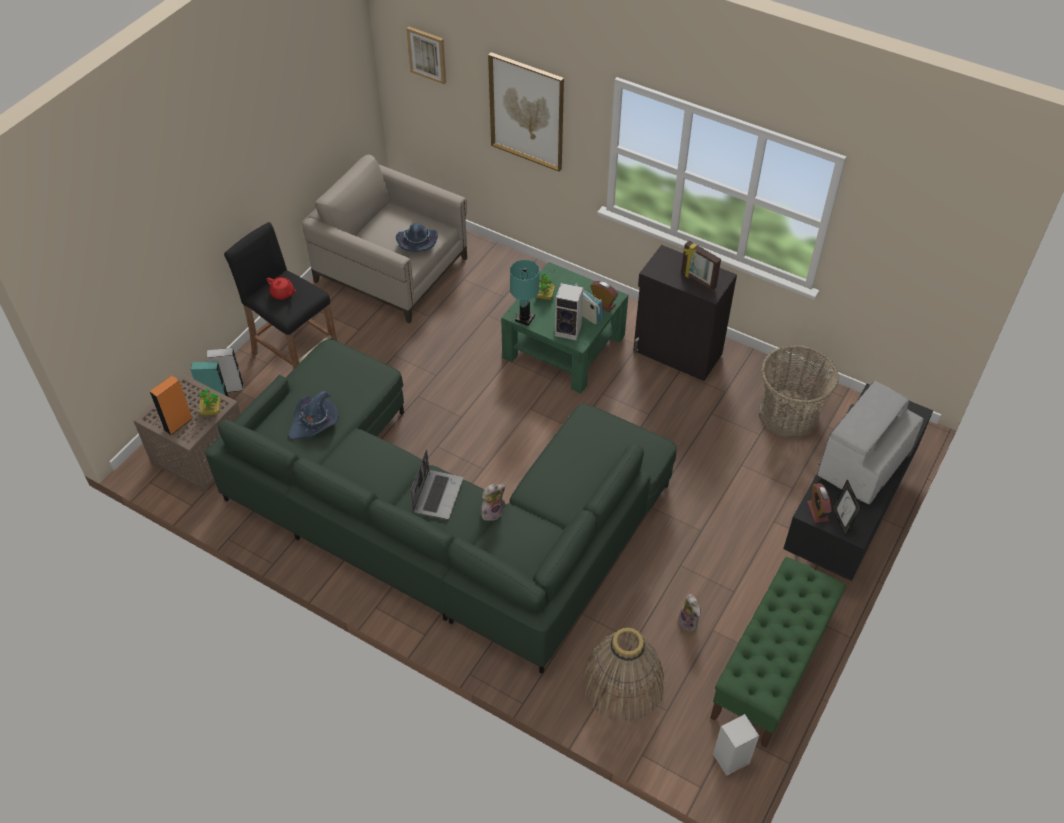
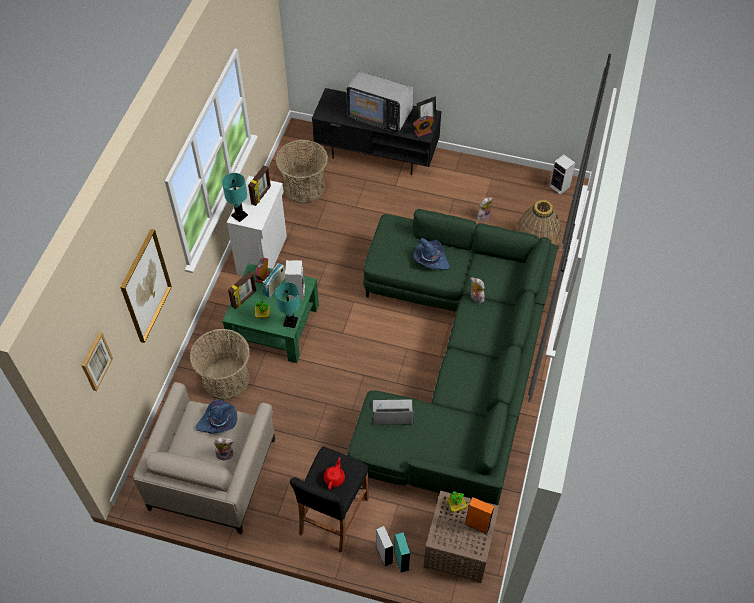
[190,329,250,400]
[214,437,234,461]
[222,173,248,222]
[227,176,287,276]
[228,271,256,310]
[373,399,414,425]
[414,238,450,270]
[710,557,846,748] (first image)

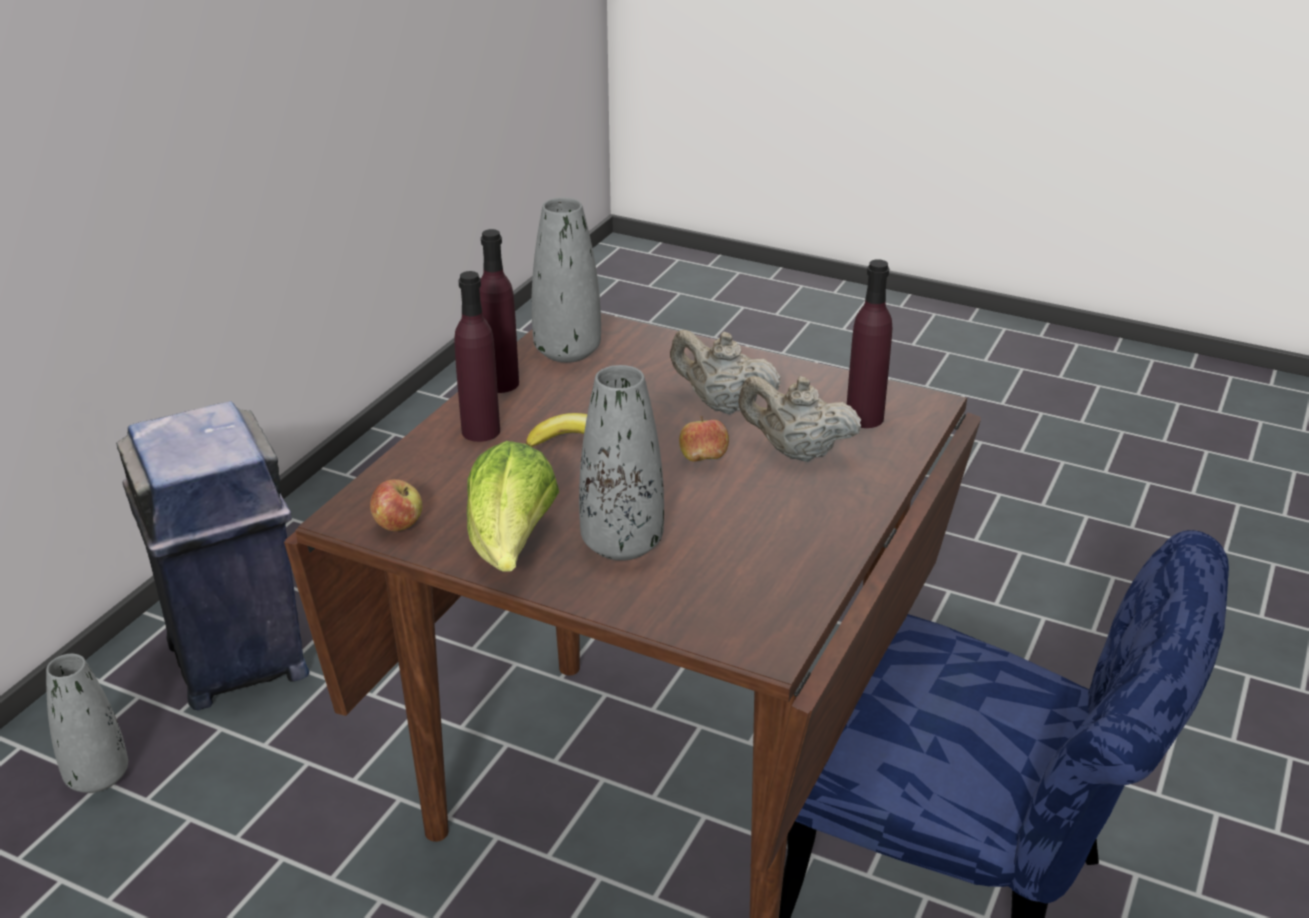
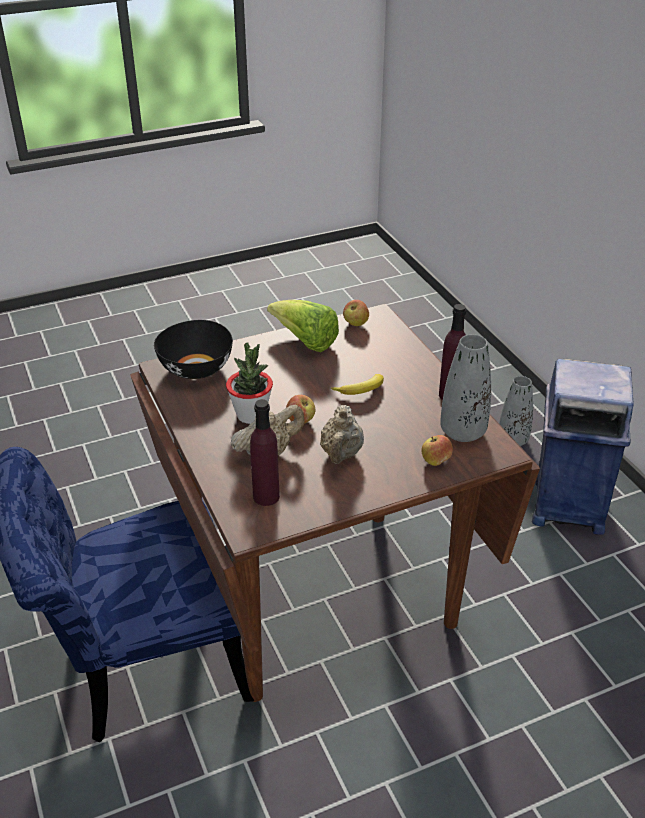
[154,320,233,379]
[226,343,273,424]
[320,405,364,464]
[421,435,453,466]
[454,271,500,442] (first image)
[579,365,664,561] (first image)

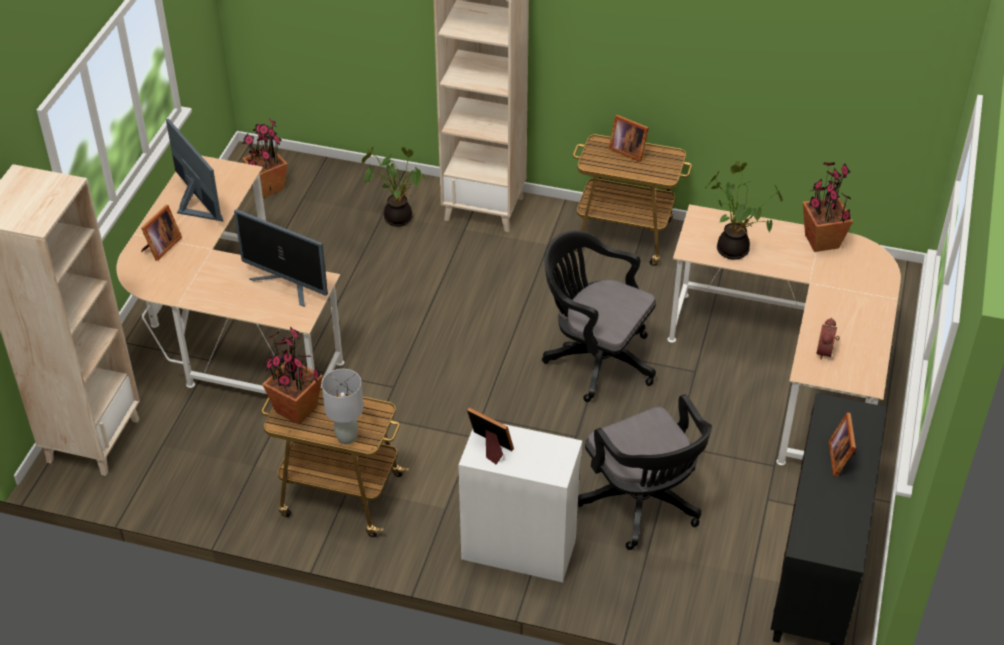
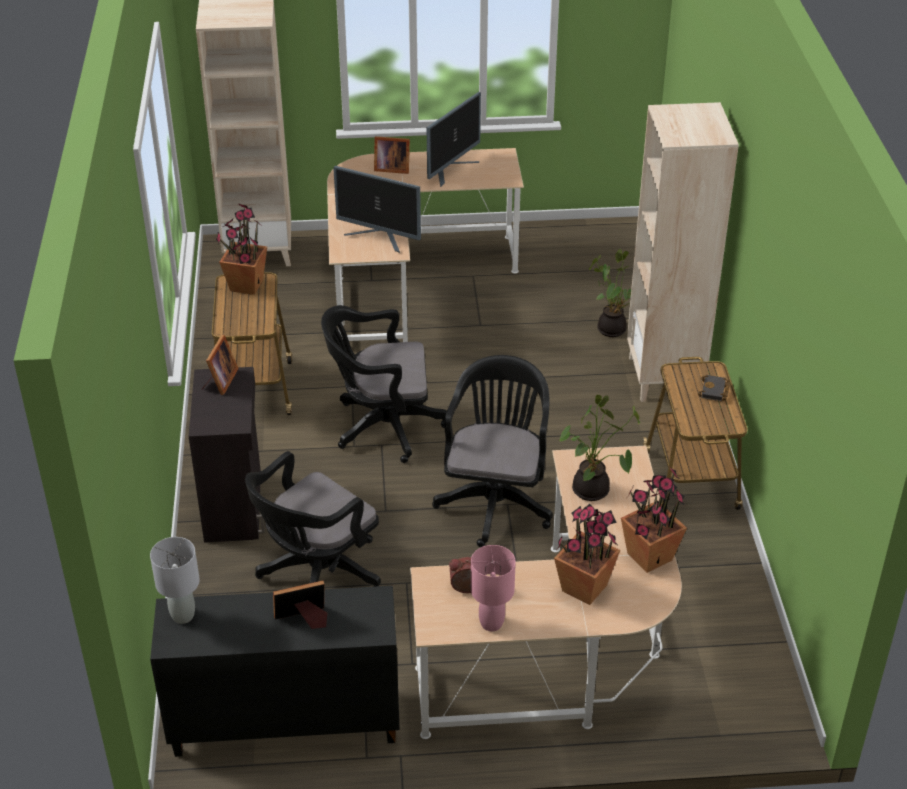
[150,537,200,624]
[189,367,265,543]
[321,305,447,463]
[333,166,421,253]
[471,545,516,631]
[554,503,620,605]
[698,375,730,401]

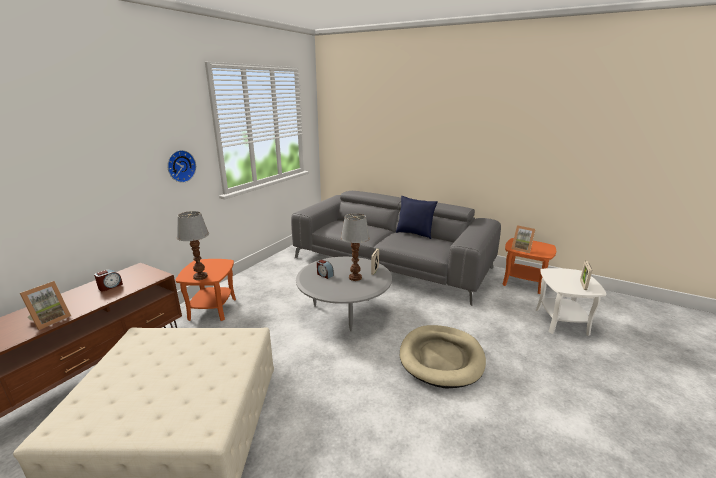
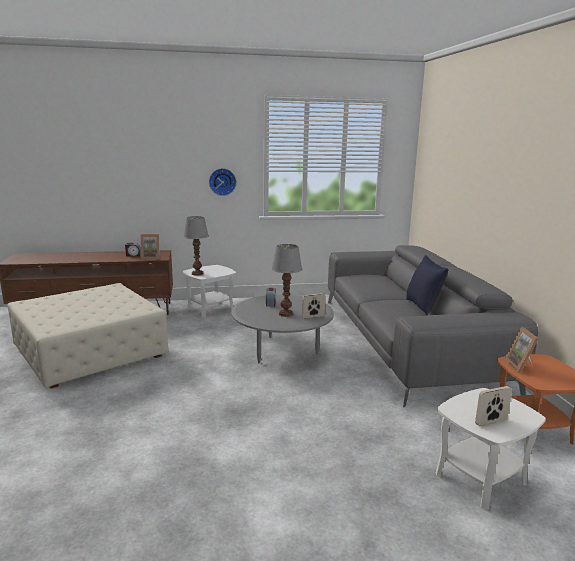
[141,234,160,260]
[183,265,236,318]
[400,325,486,389] (first image)

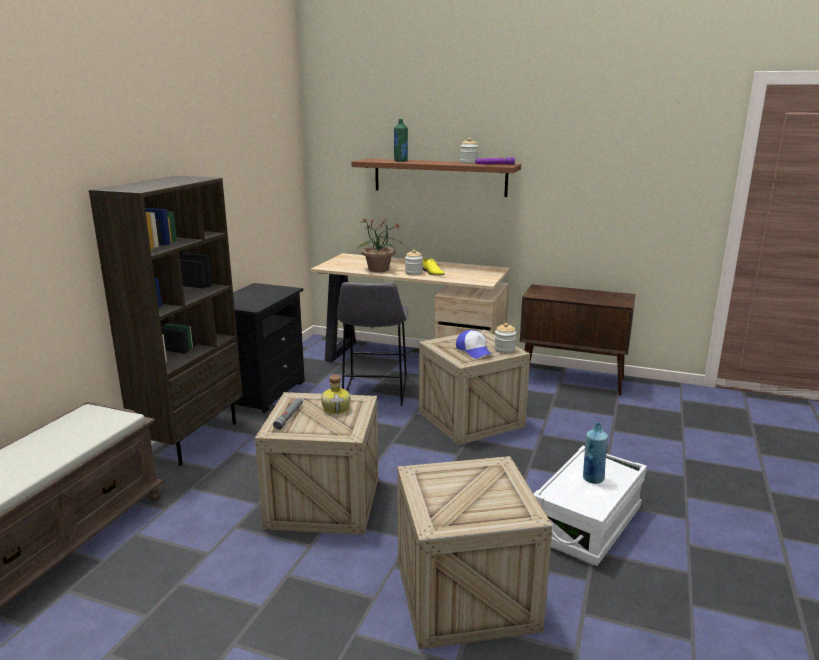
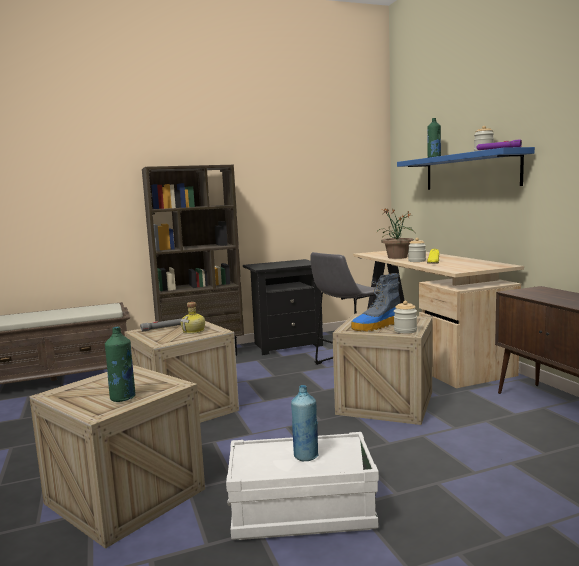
[105,327,135,402]
[351,273,400,331]
[397,147,535,190]

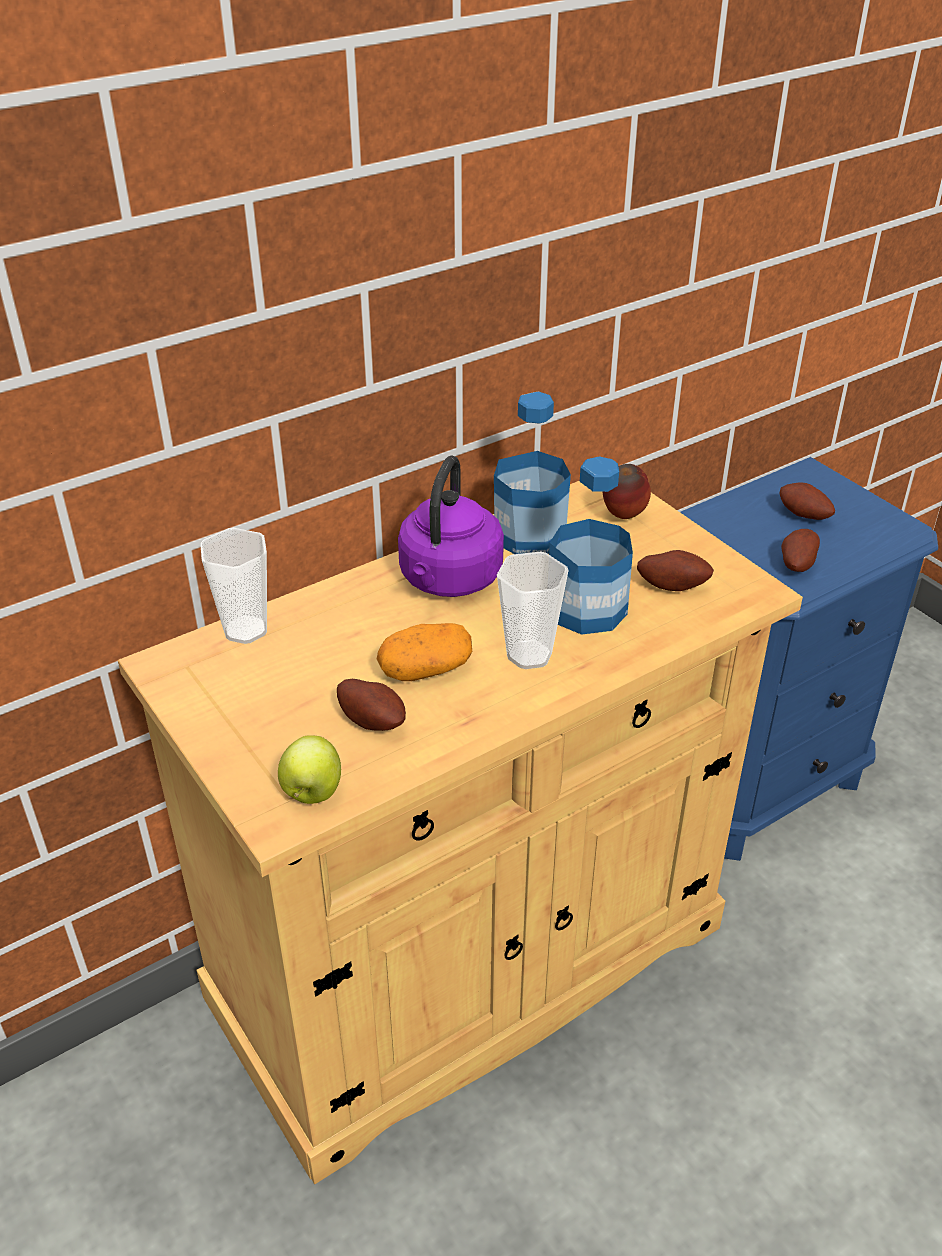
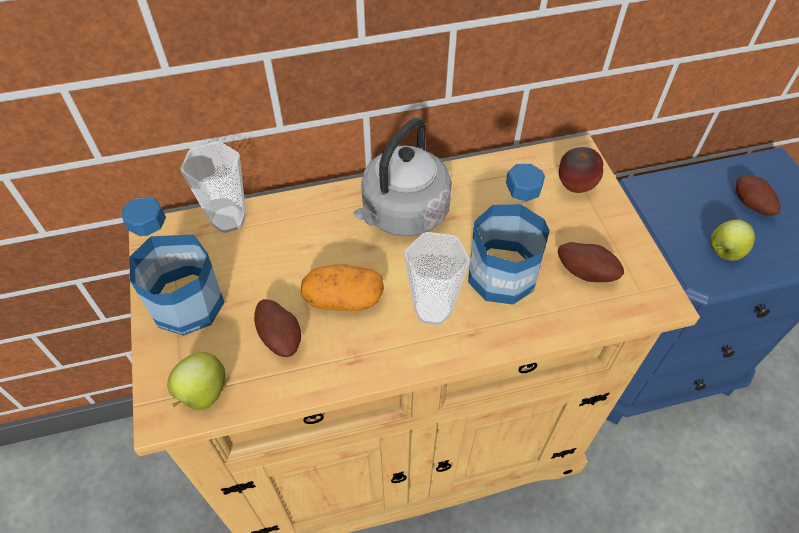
[122,198,224,336]
[353,118,452,237]
[711,220,755,261]

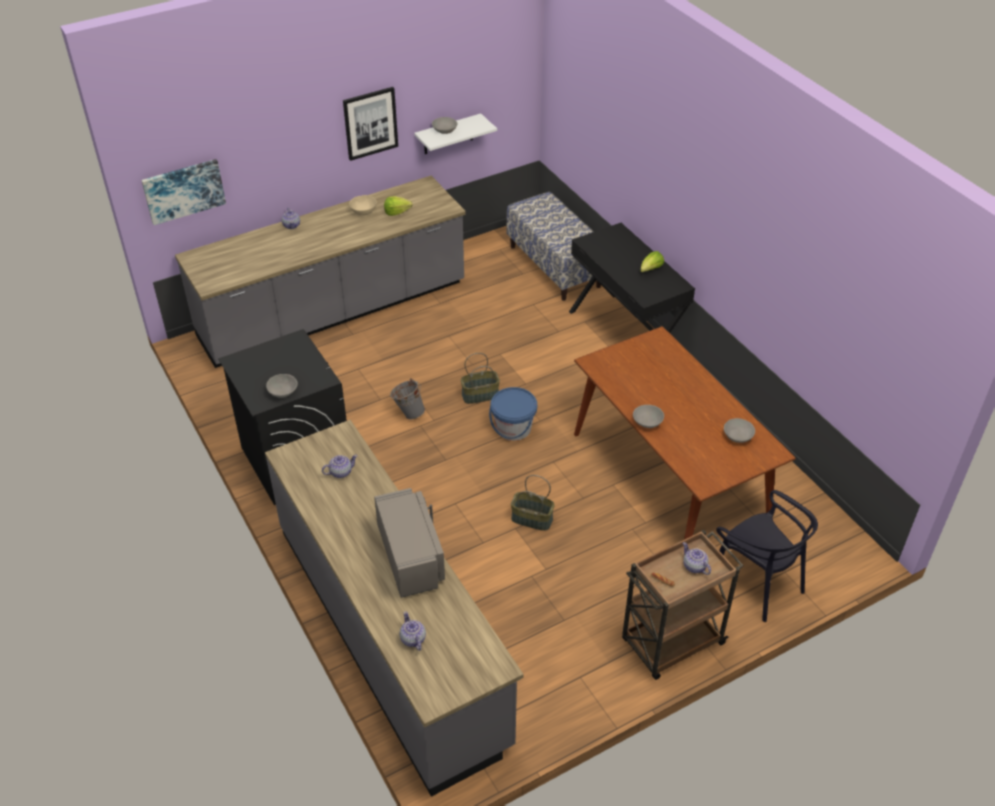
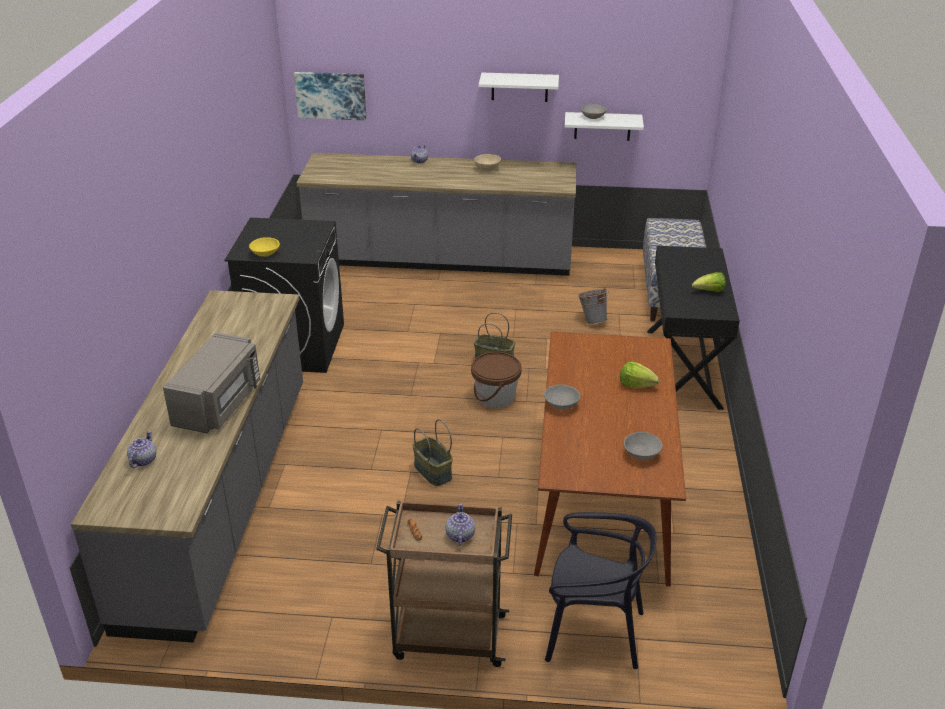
[249,237,280,257]
[471,352,522,408]
[479,73,559,102]
[545,512,656,669]
[578,287,609,324]
[620,362,660,388]
[322,455,358,478] (first image)

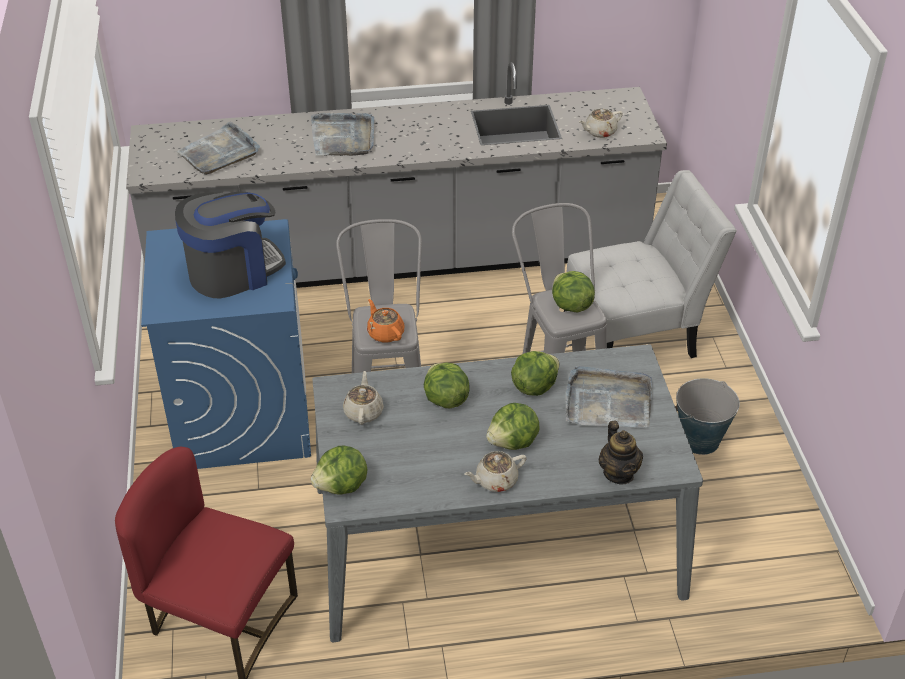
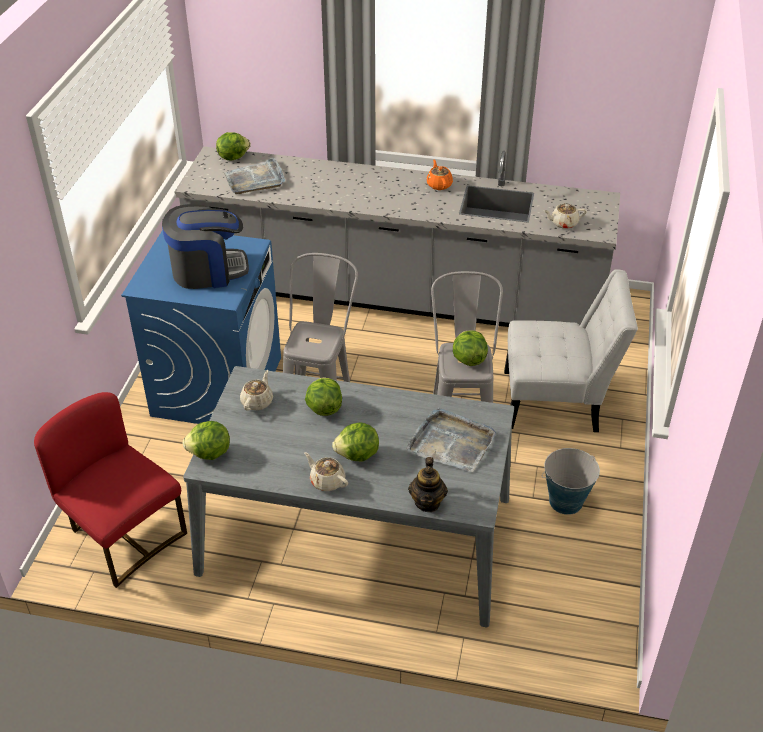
[216,132,251,161]
[304,452,348,491]
[426,160,453,190]
[311,113,374,156] (first image)

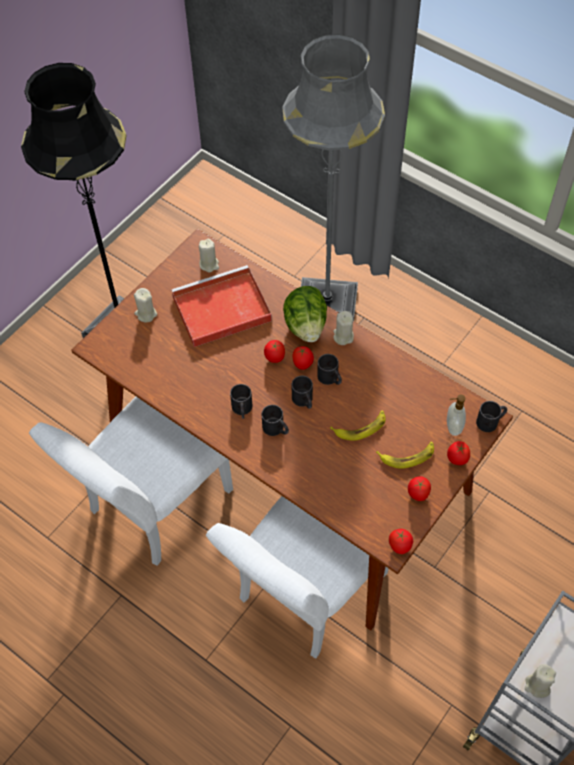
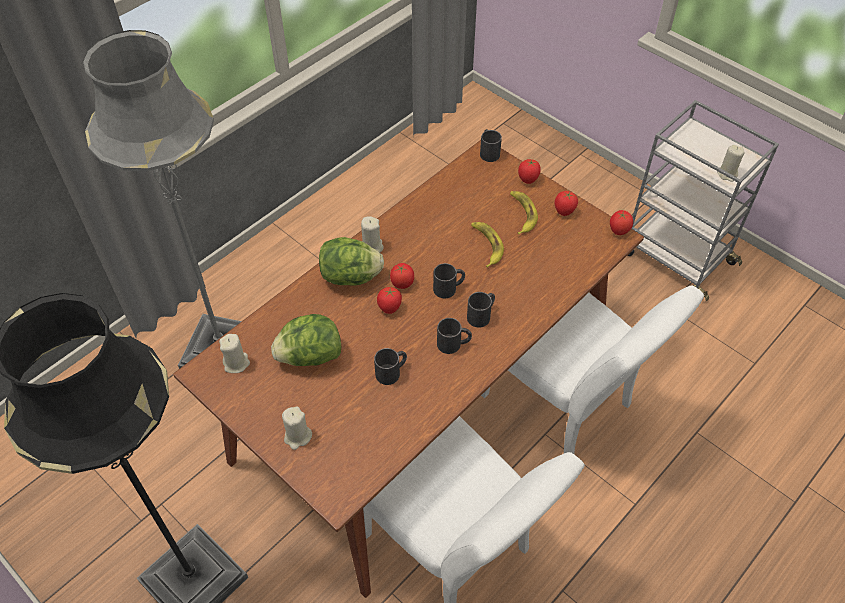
[271,314,341,366]
[374,348,407,385]
[447,395,466,436] (first image)

